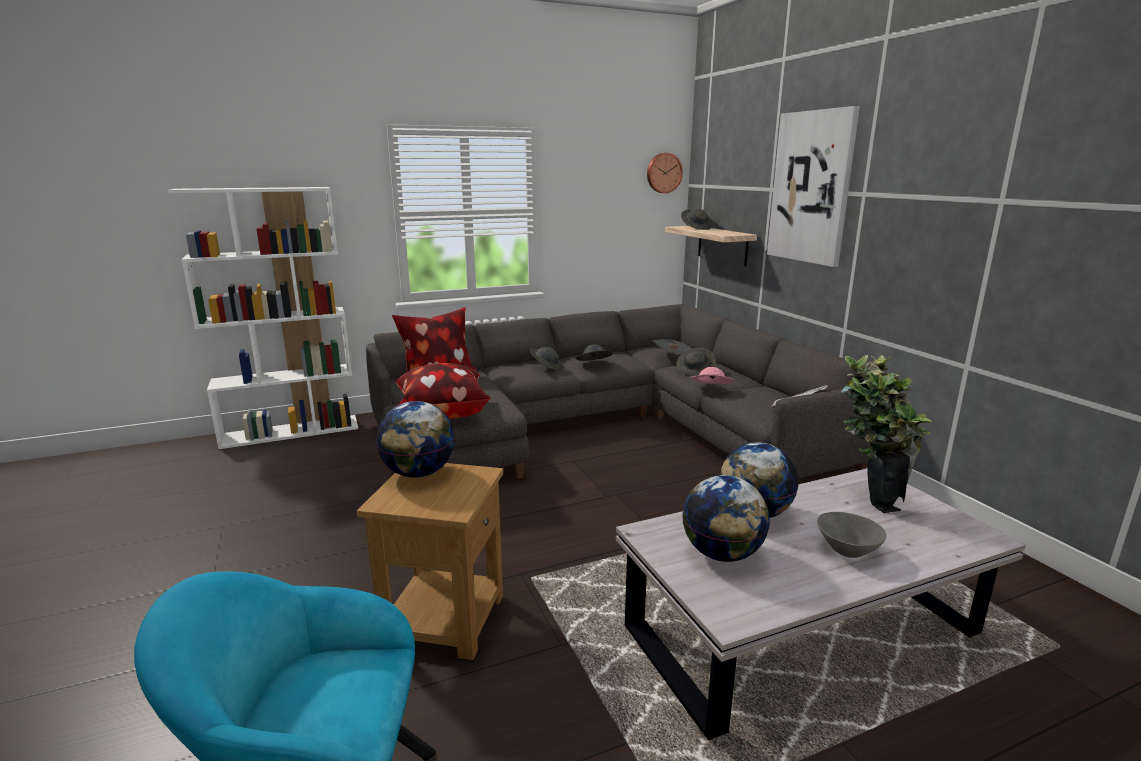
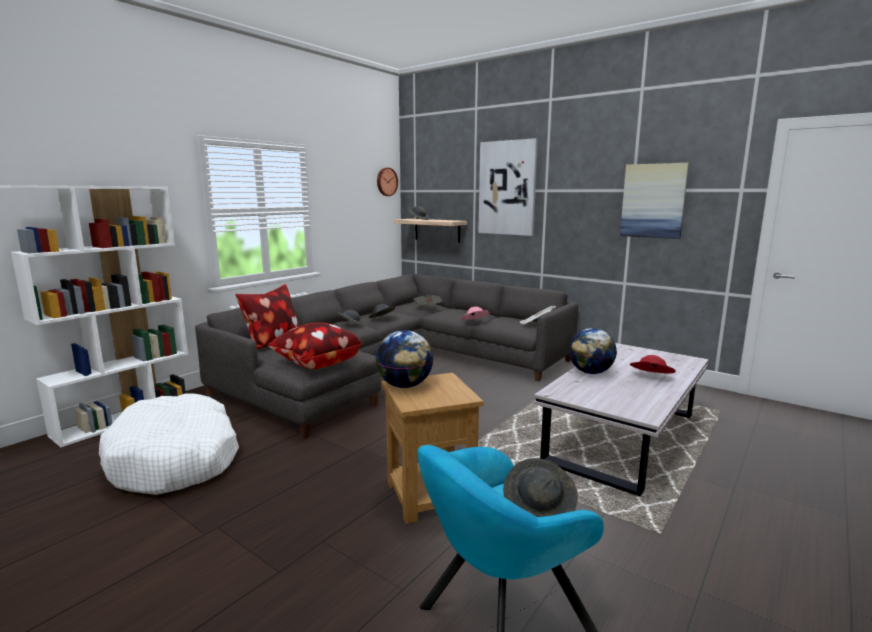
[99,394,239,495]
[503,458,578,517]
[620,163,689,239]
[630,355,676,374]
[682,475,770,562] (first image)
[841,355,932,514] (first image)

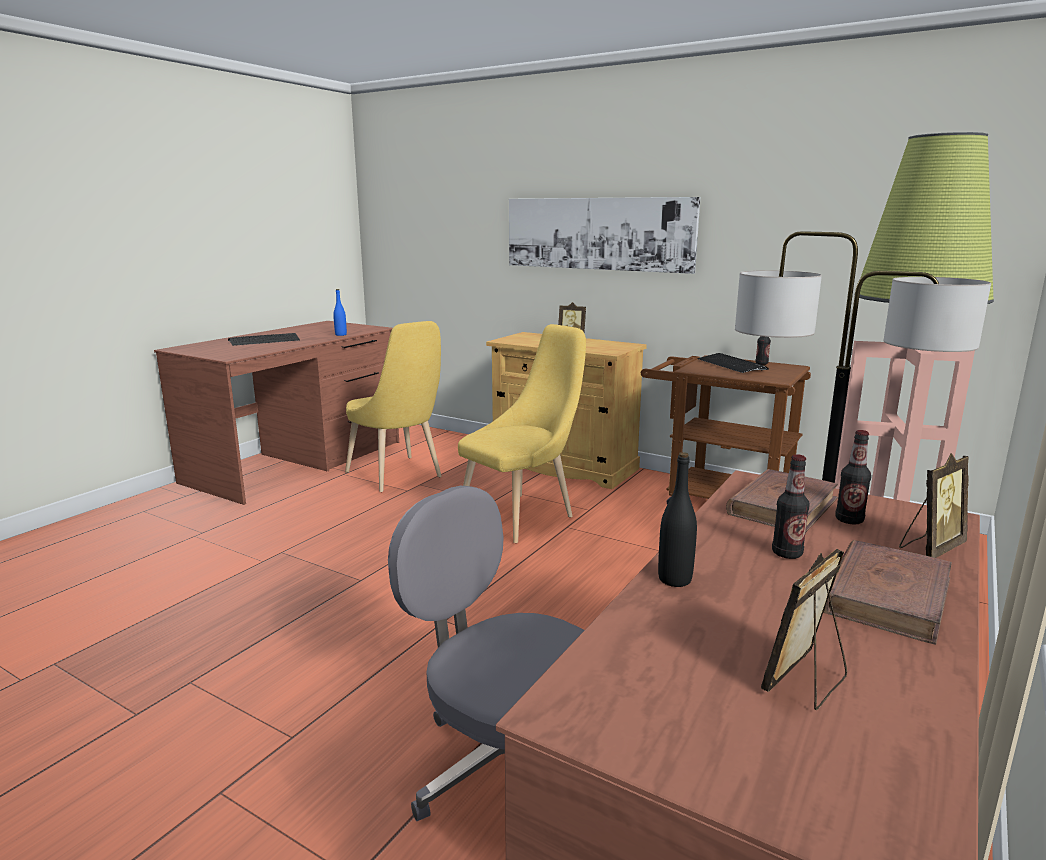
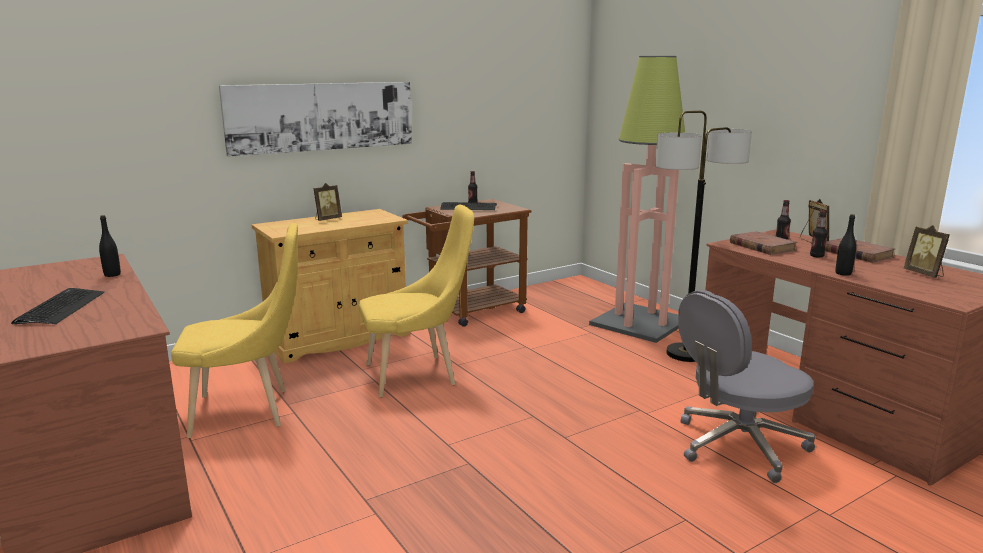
[99,215,121,277]
[359,205,474,398]

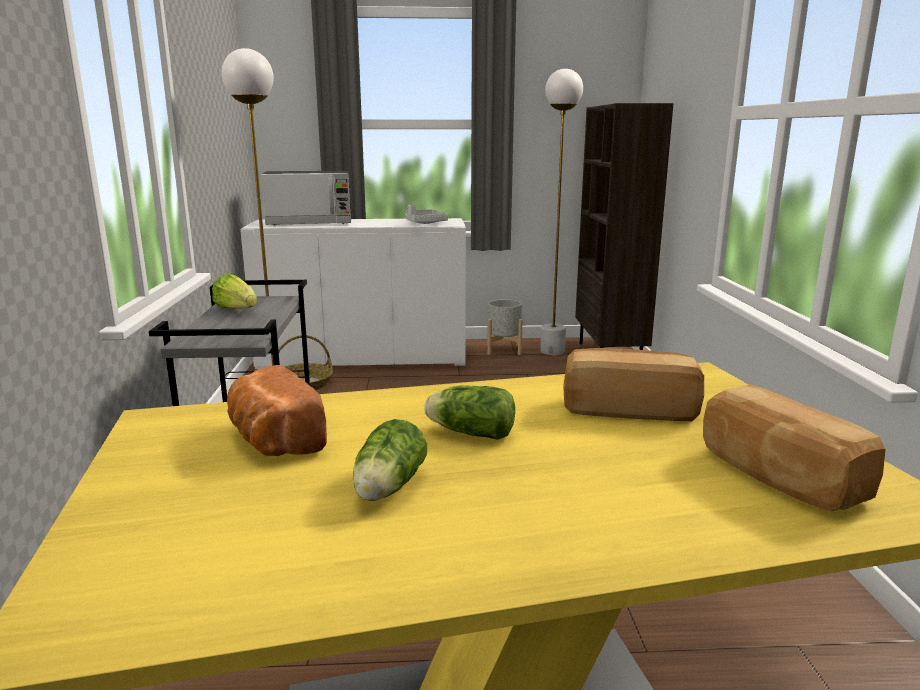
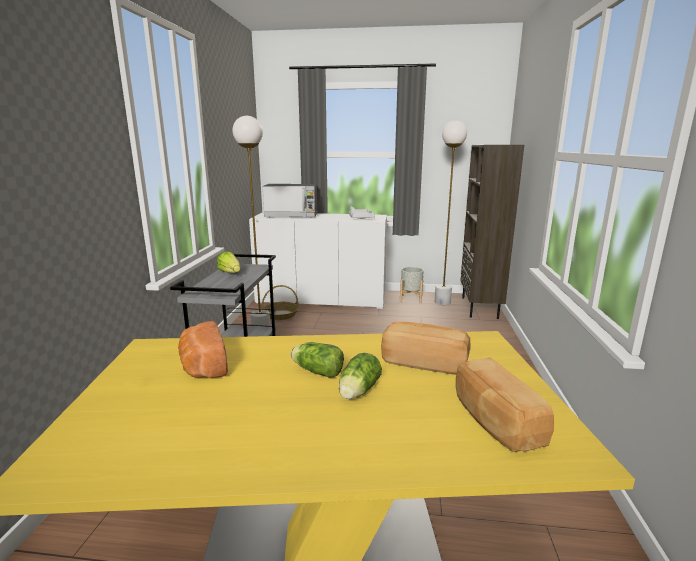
[339,353,382,399]

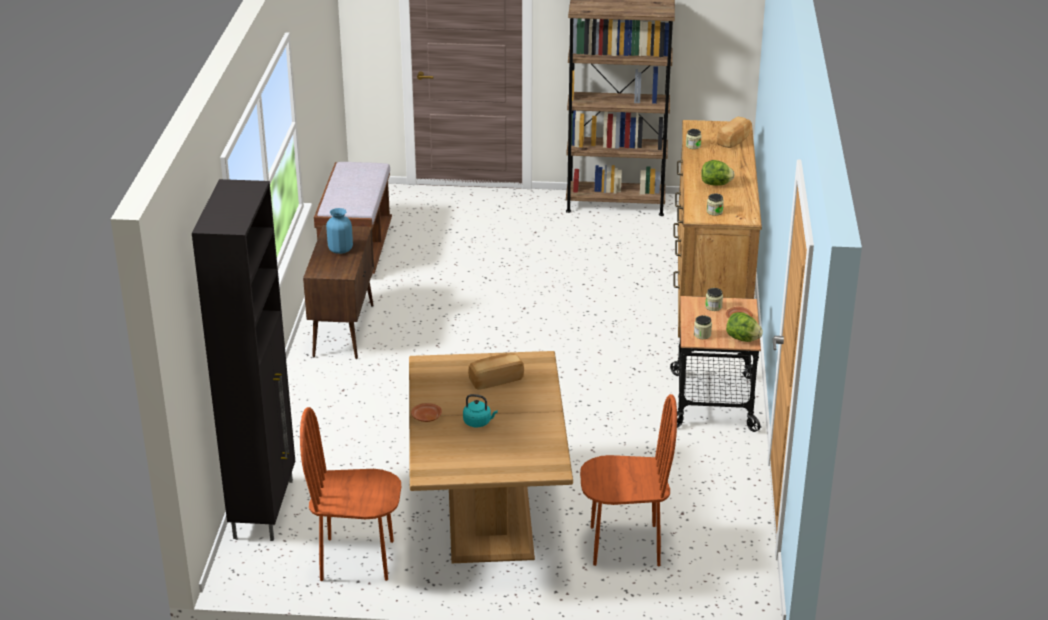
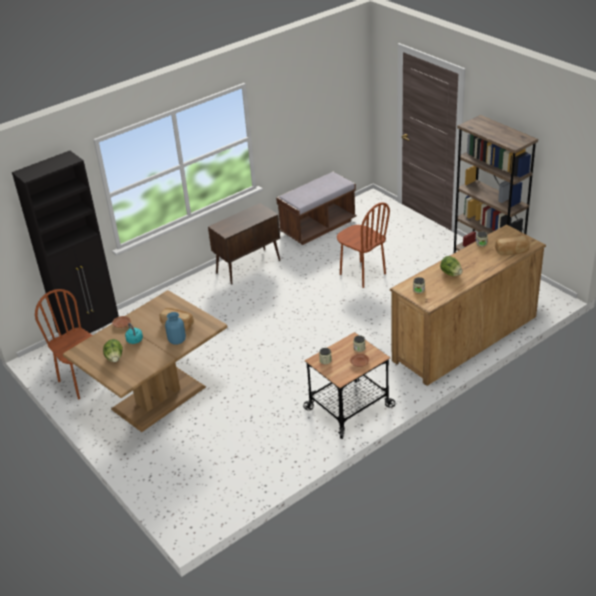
[103,339,123,362]
[165,312,186,345]
[337,202,390,288]

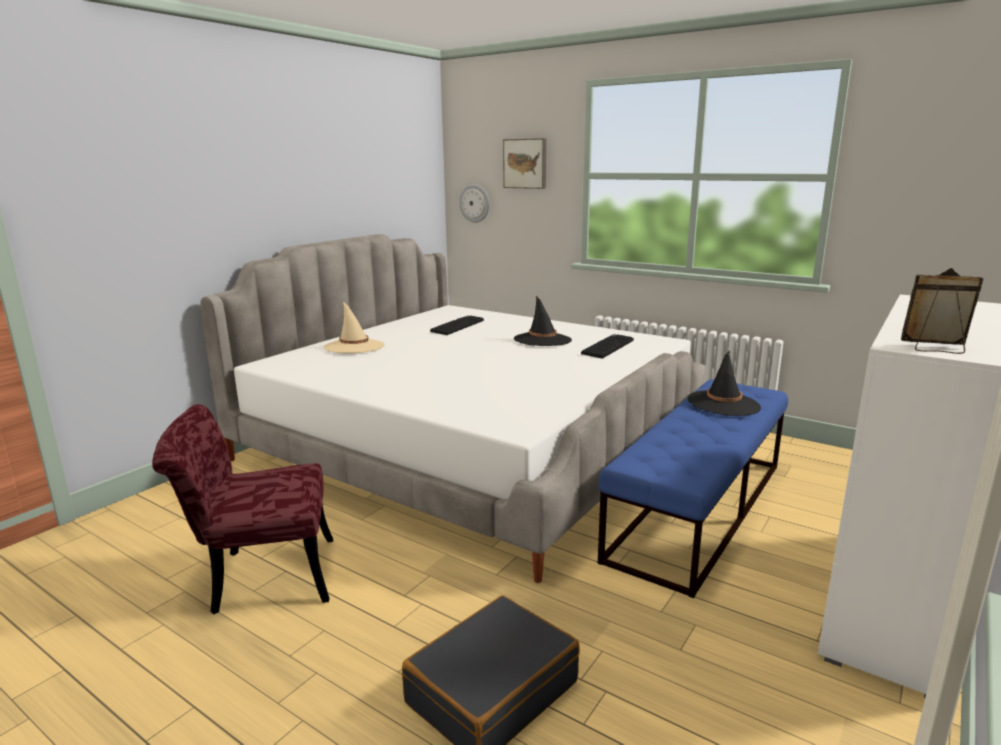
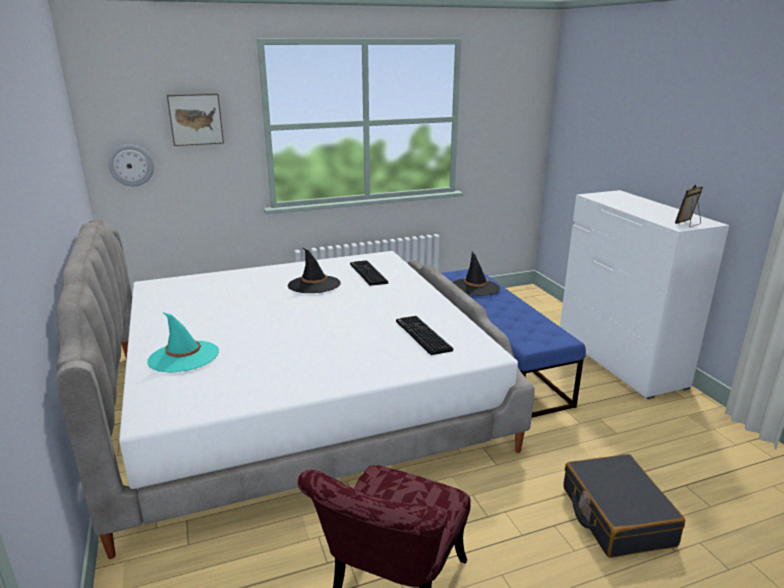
[147,312,219,373]
[396,316,453,355]

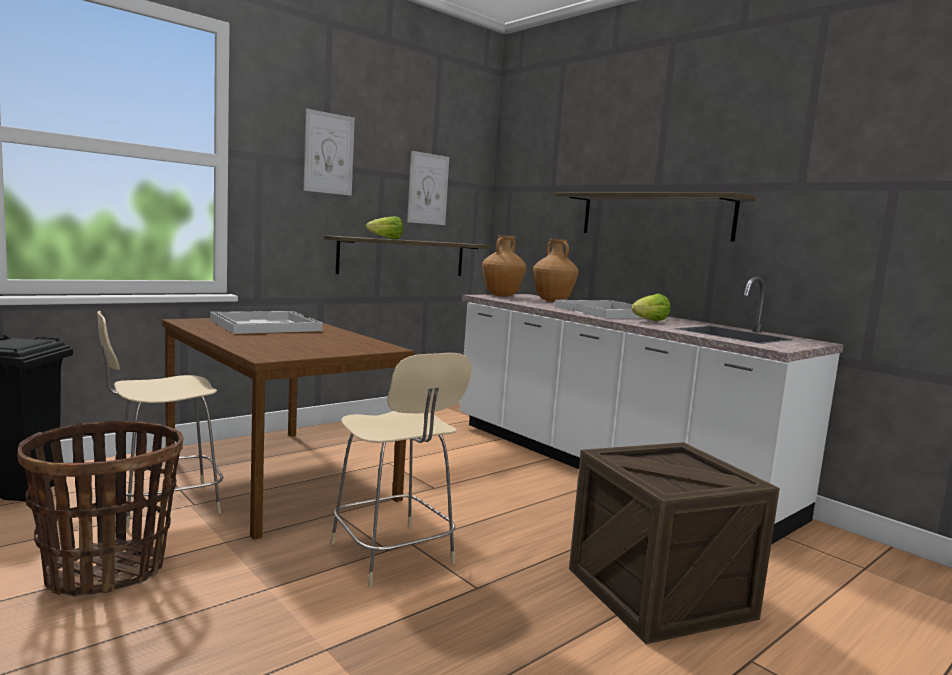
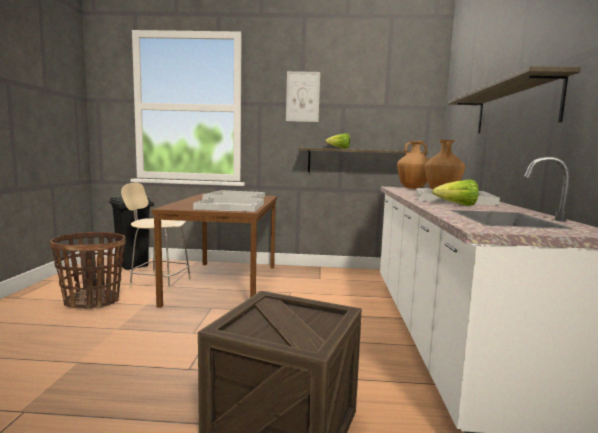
[193,197,264,212]
[330,353,472,587] (first image)
[407,151,449,225] (first image)

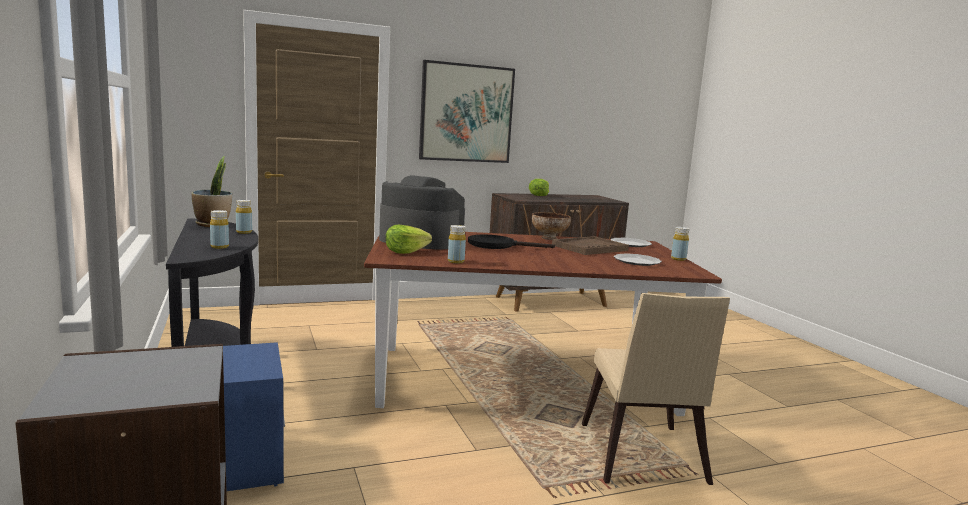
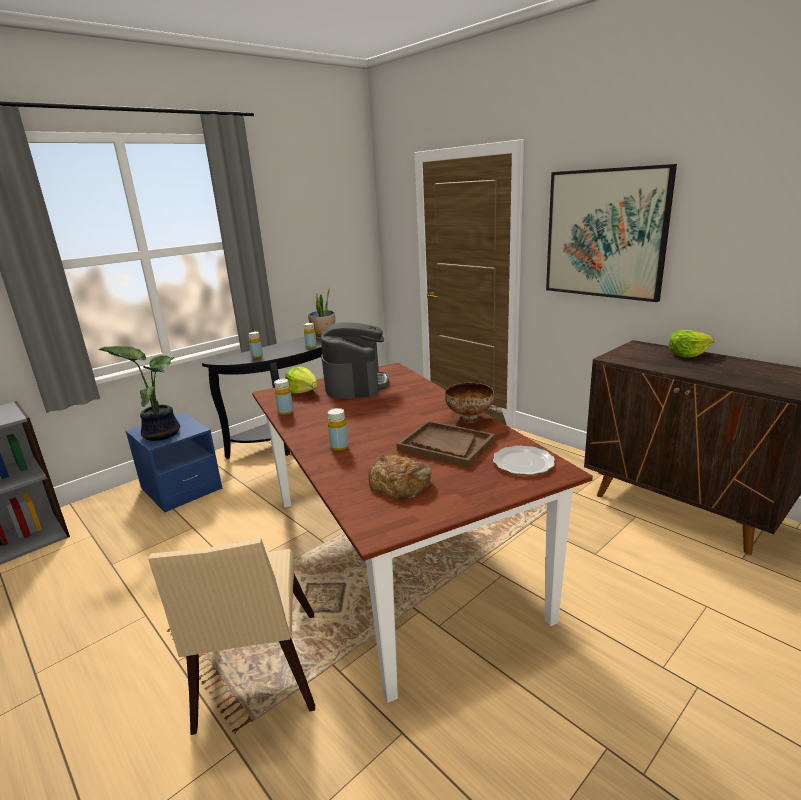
[98,346,180,441]
[148,538,315,735]
[328,408,349,451]
[368,454,432,499]
[468,235,555,249] (first image)

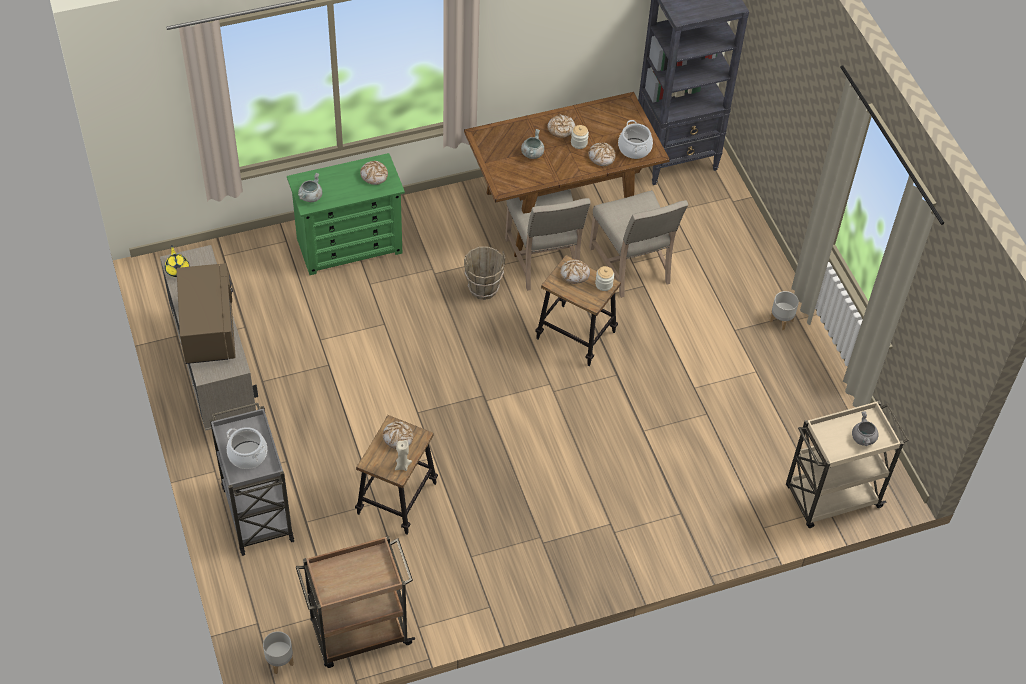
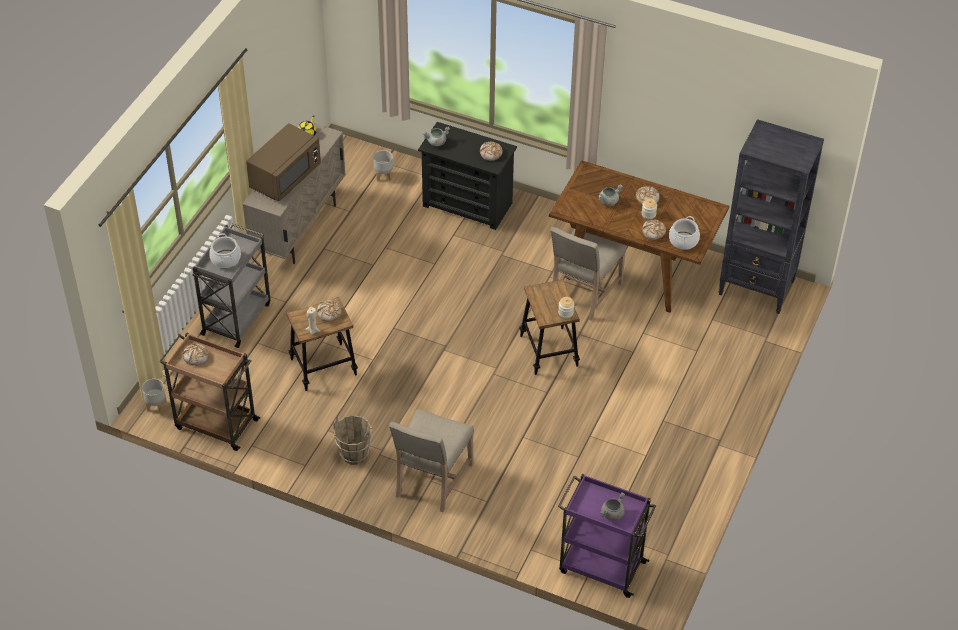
[183,343,209,366]
[333,415,372,465]
[373,150,393,181]
[389,409,474,512]
[418,122,517,230]
[558,474,656,598]

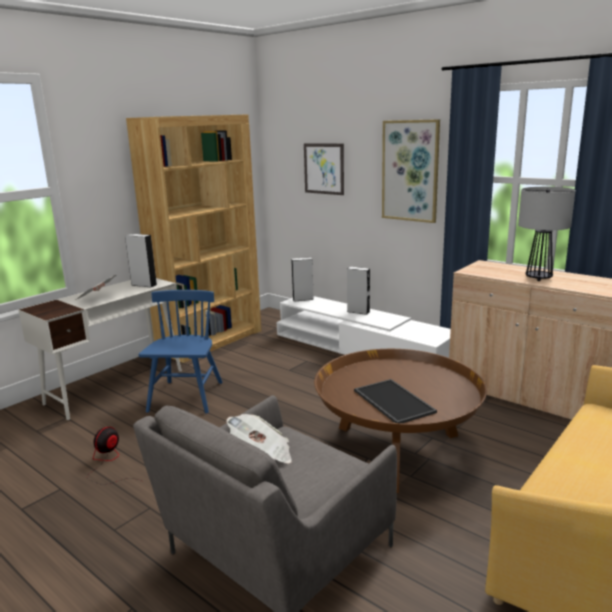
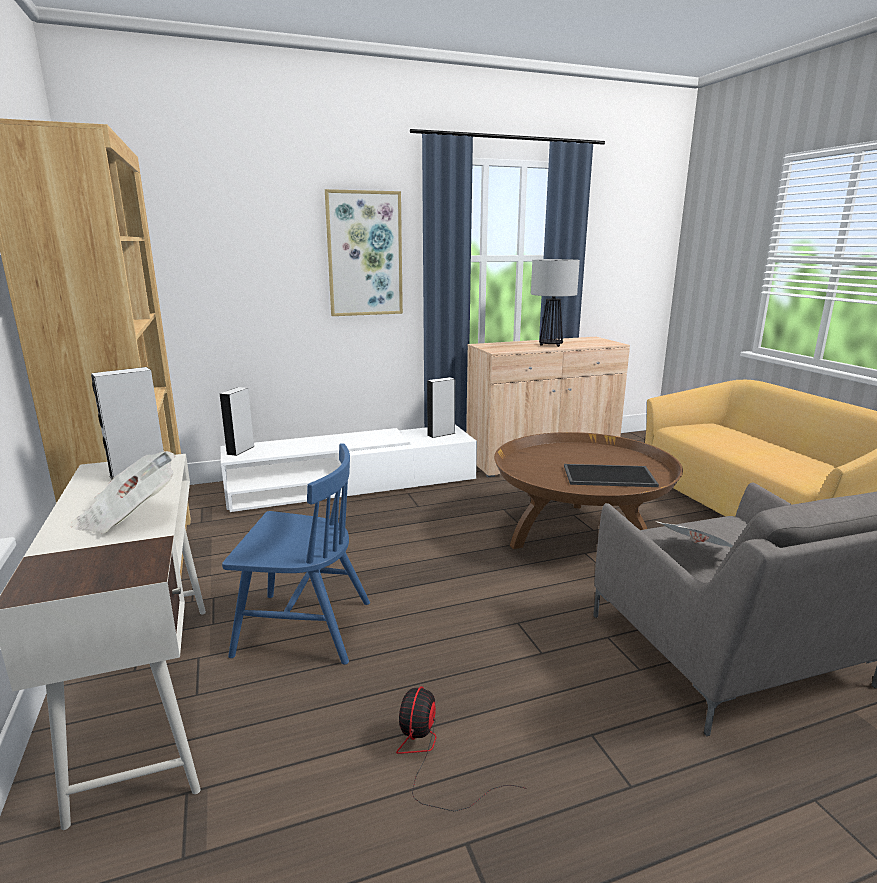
[222,443,370,665]
[396,686,527,811]
[427,377,455,438]
[304,143,344,195] (first image)

